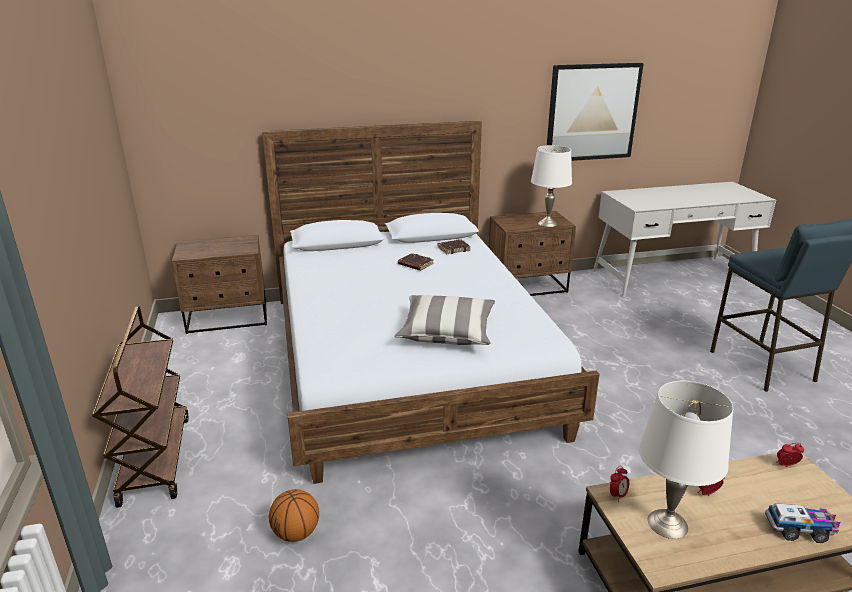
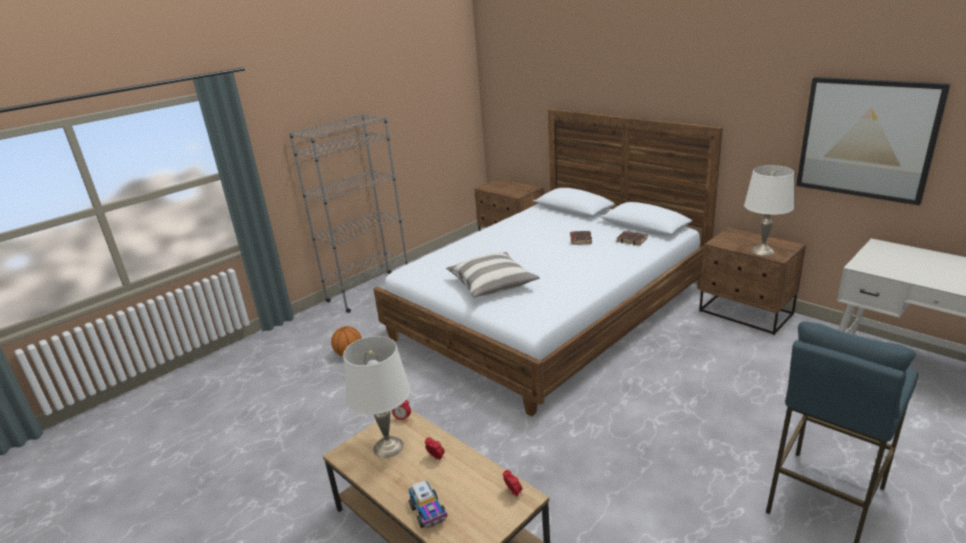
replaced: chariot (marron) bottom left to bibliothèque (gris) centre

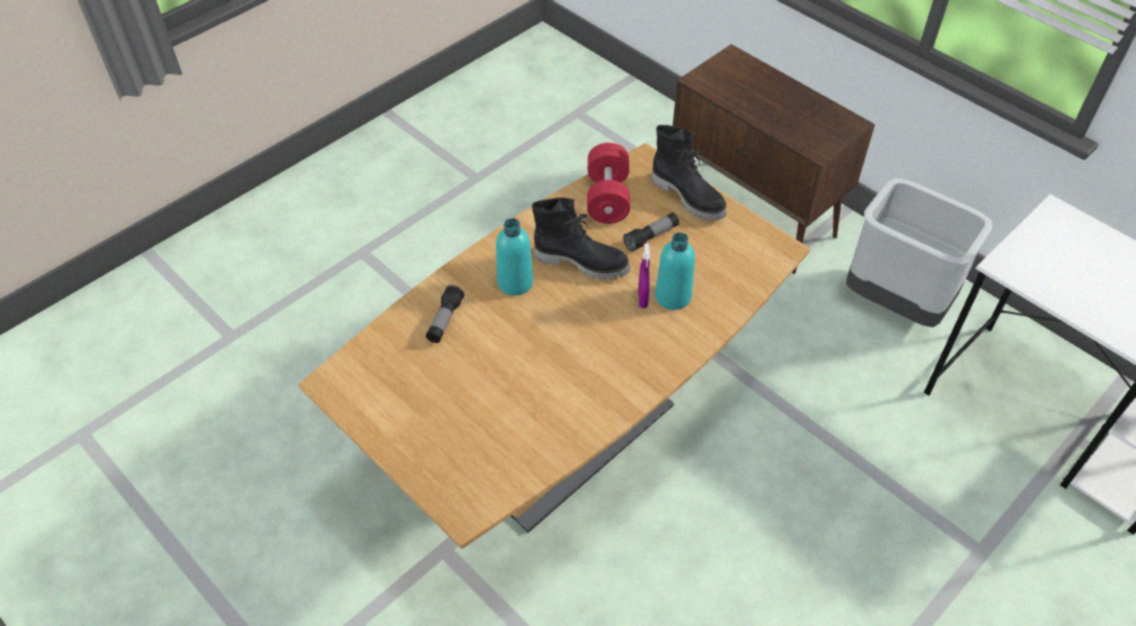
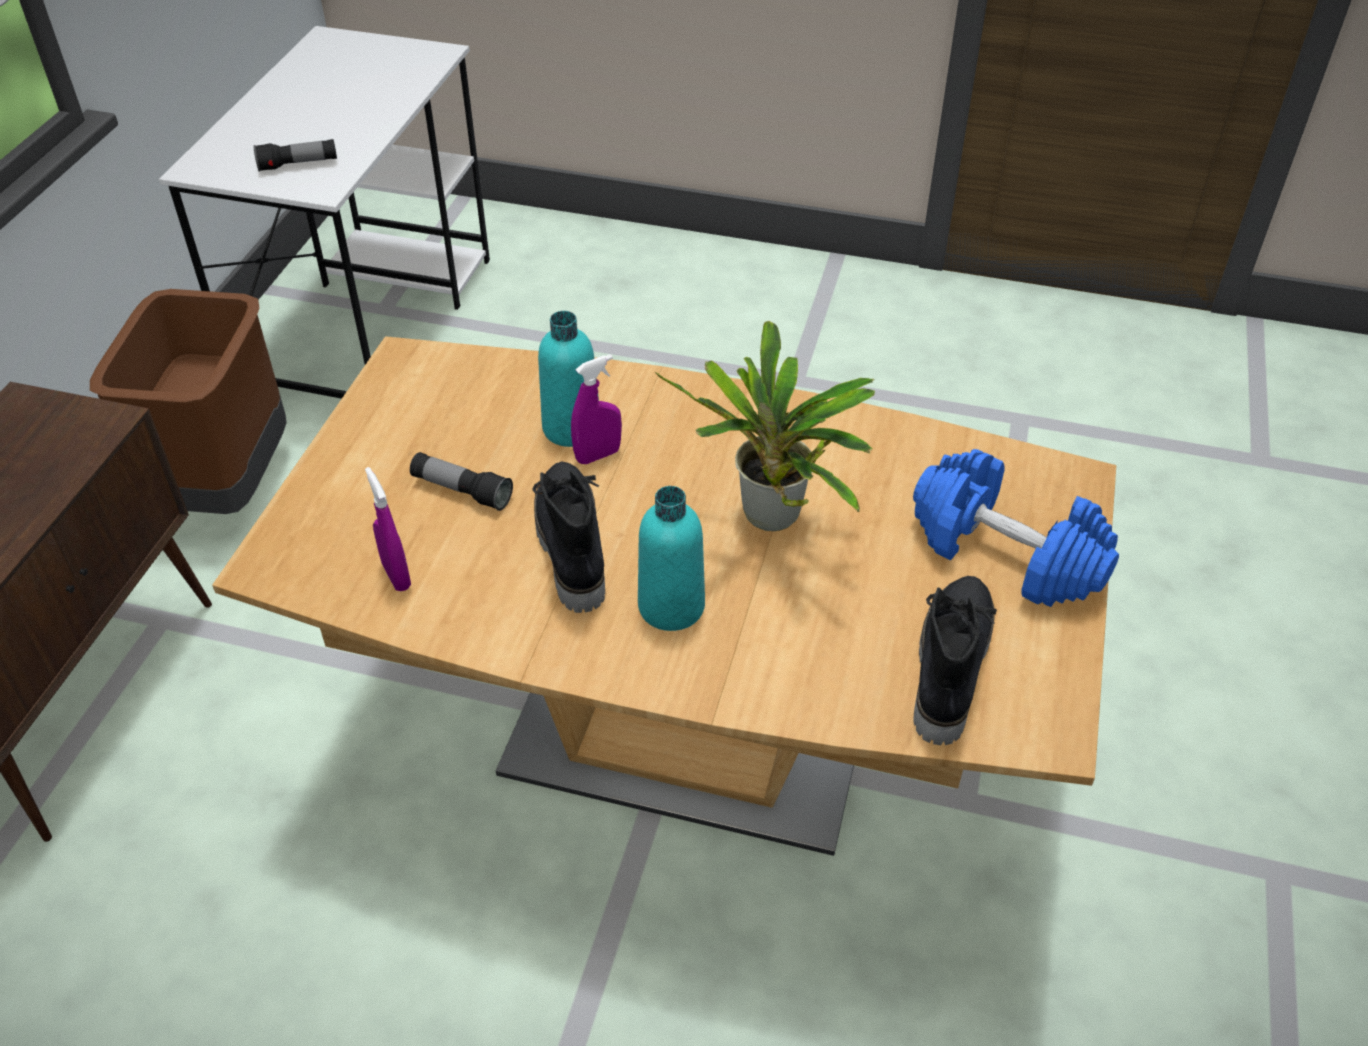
added: plante en pot centre; haltère (bleu) middle right
moved: lampe de poche (1st from left) centre to top left; botte (noir) (2nd from left) top centre to middle right
replaced: haltère (rouge) top centre to vaporisateur (violet) (1st from left) middle left
recoloured: poubelle (gris) middle right to poubelle (marron) middle left

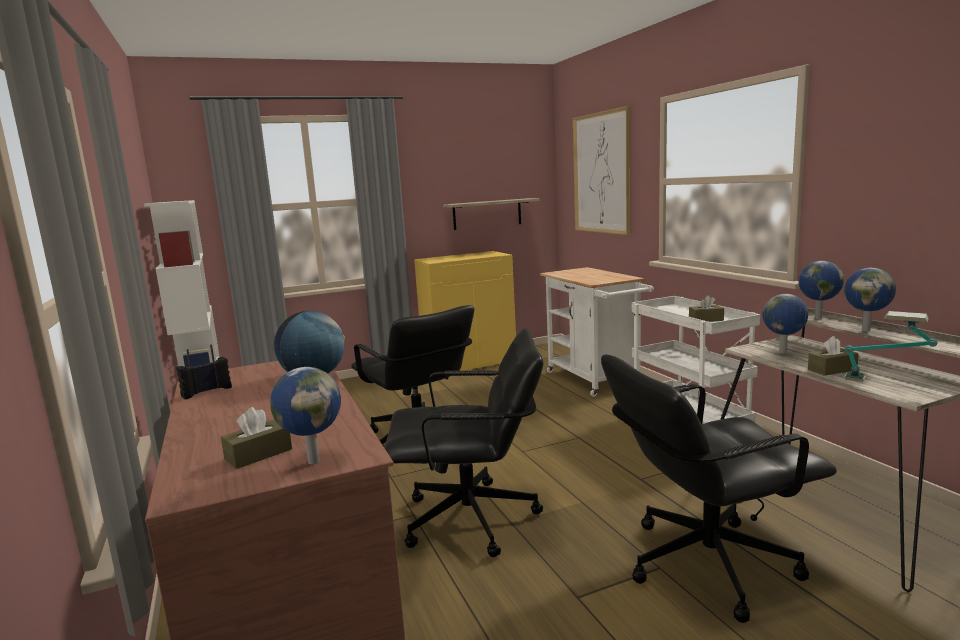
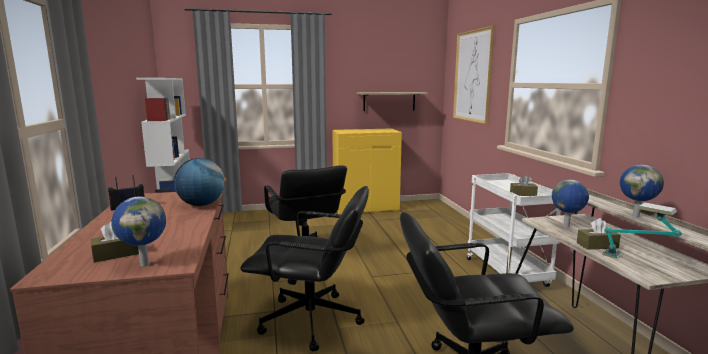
removed: chariot (blanc) (1st from left) centre; globe (4th from left) middle right

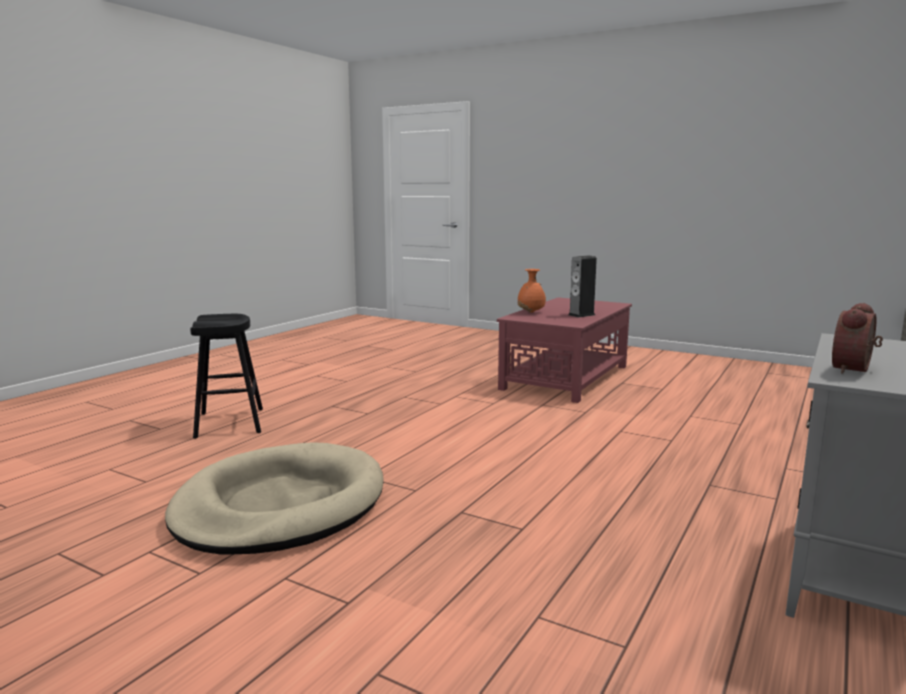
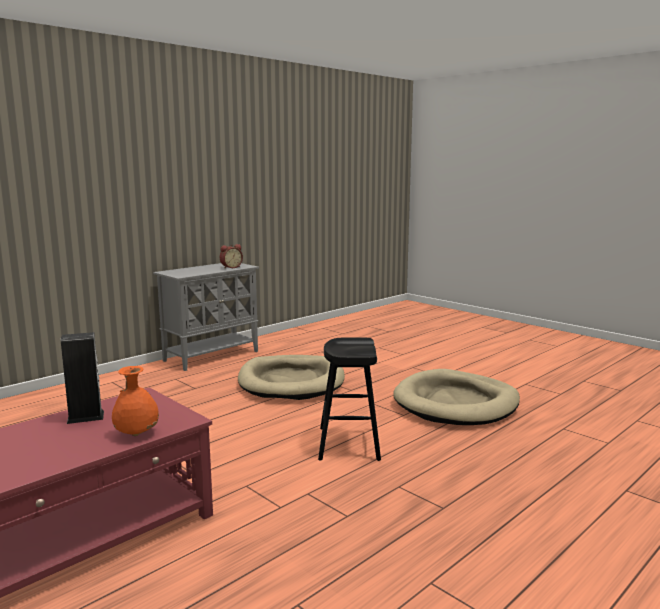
added: panier pour chien (beige) (1st from left) centre
moved: tabouret (noir) middle left to centre

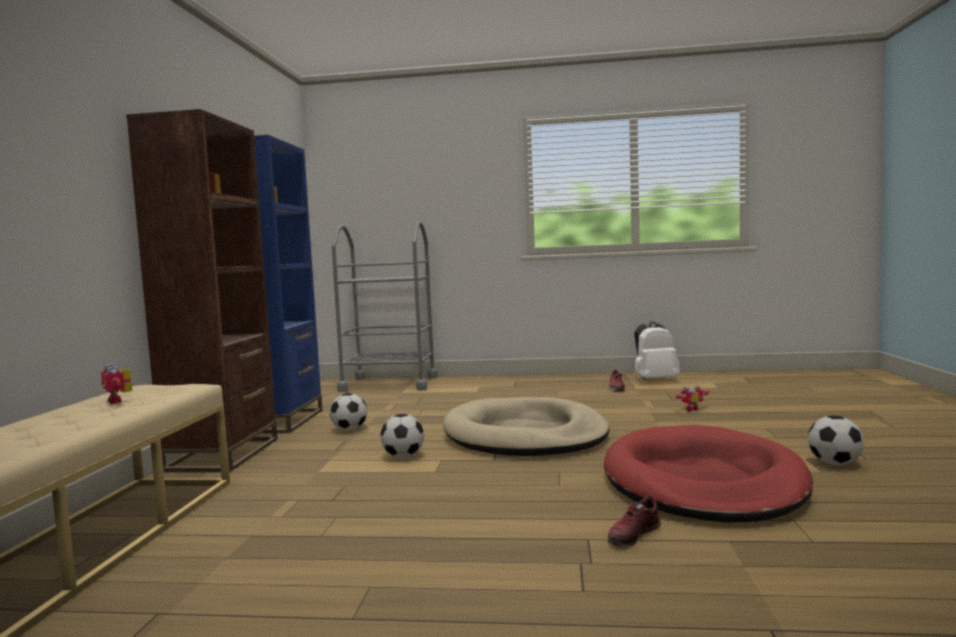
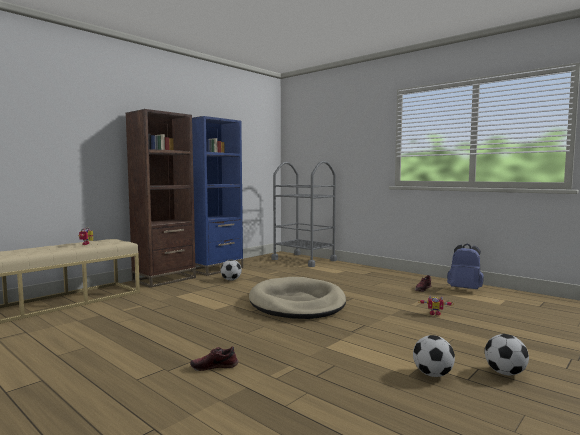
removed: panier pour chien (rouge) bottom right
moved: ballon de foot (2nd from left in the first image) bottom centre to ballon de foot (3rd from left) bottom right
recoloured: sac à dos (blanc) middle right to sac à dos (bleu) middle right

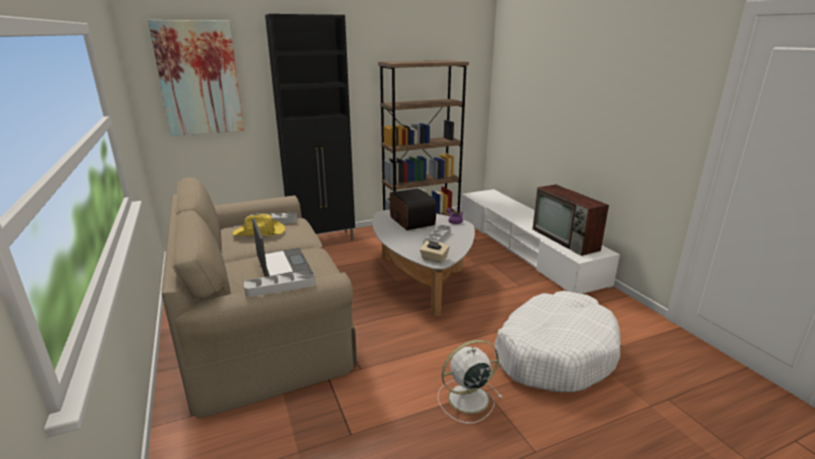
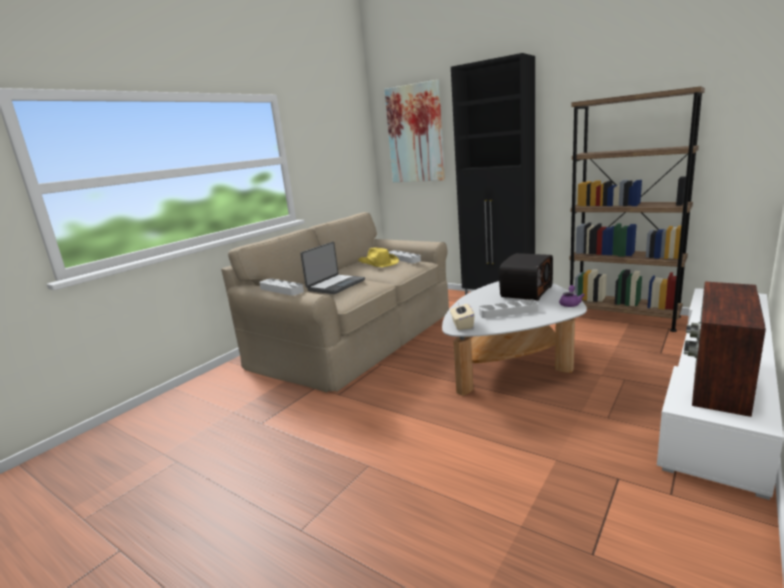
removed: ventilateur (blanc) bottom centre; panier pour chien (blanc) bottom right

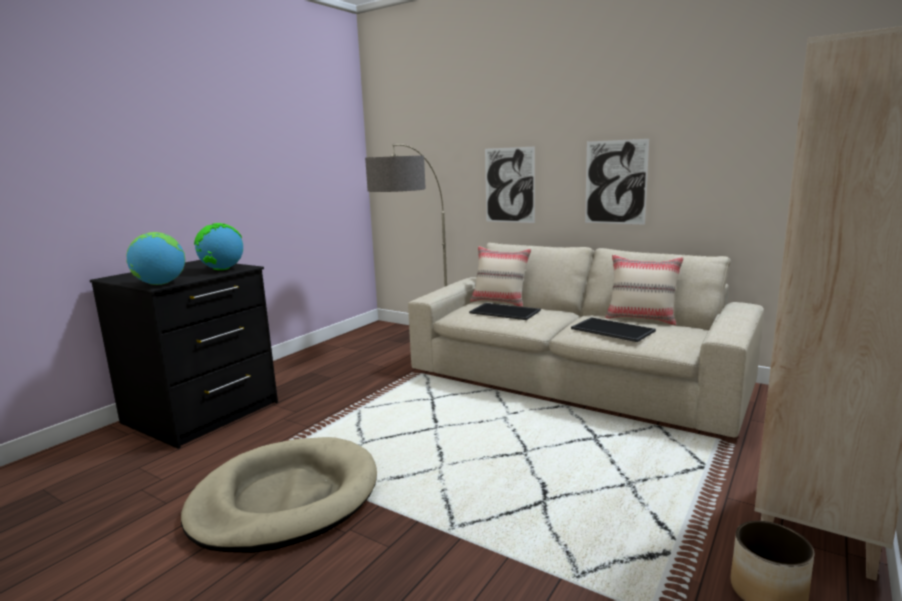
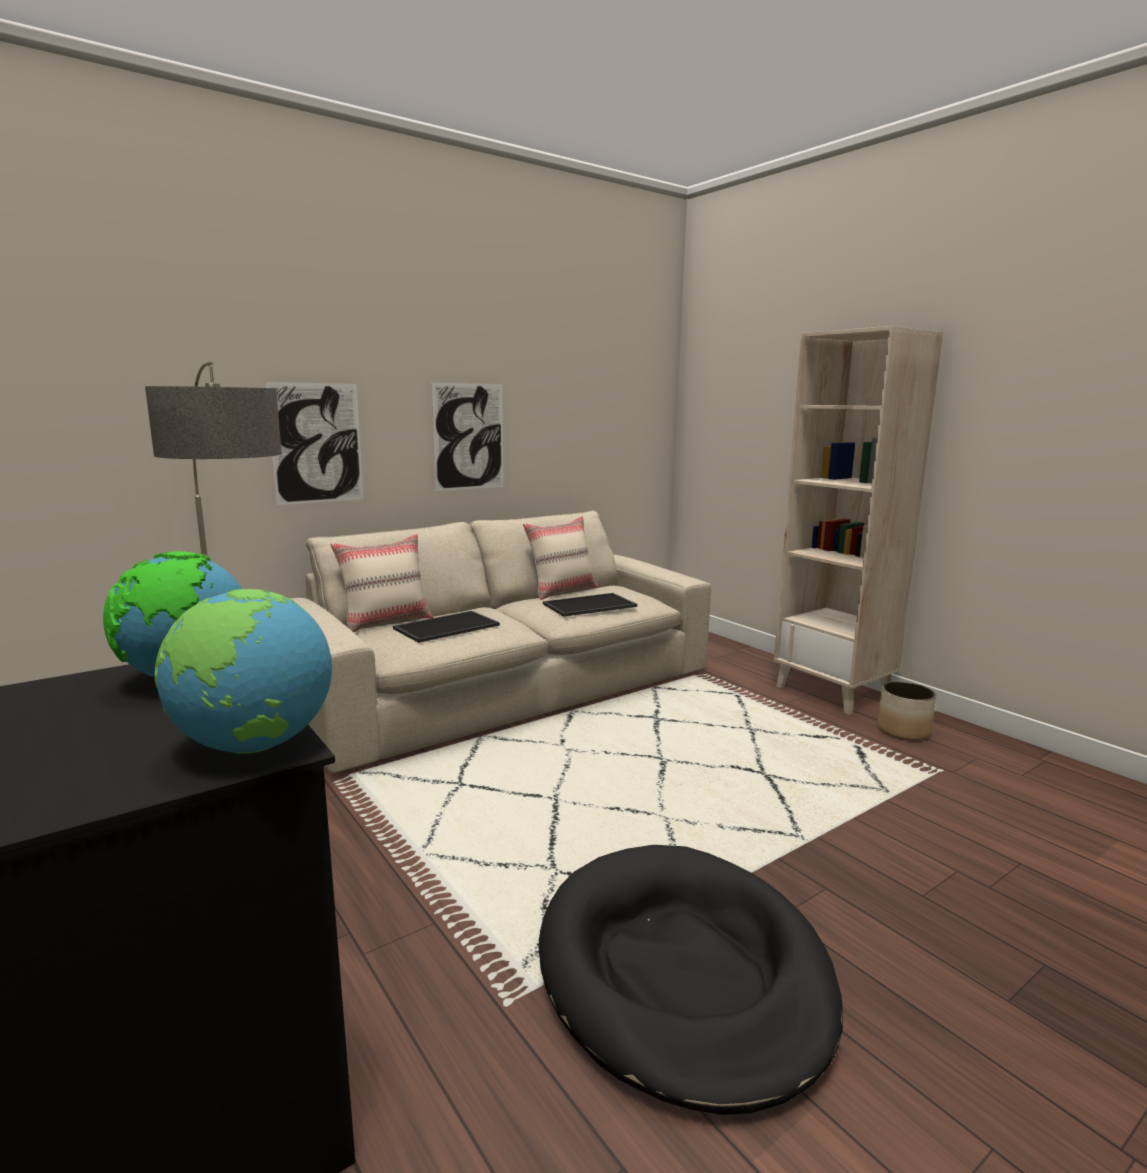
recoloured: panier pour chien (beige) bottom left to panier pour chien (noir) bottom centre

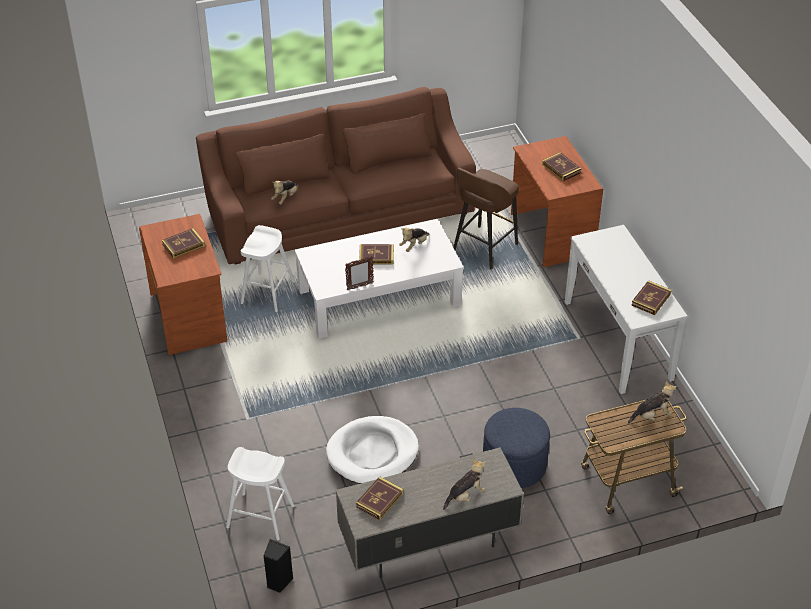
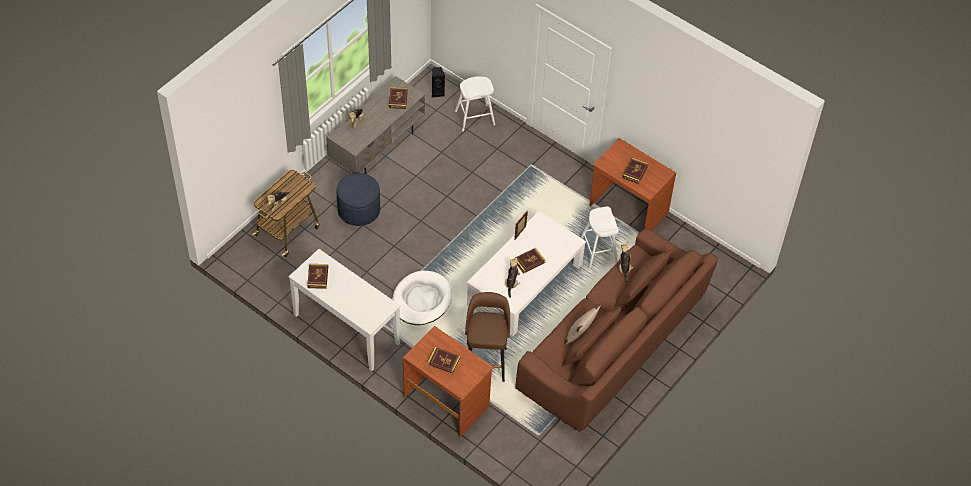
added: coussin (beige) bottom centre
moved: panier pour chien (blanc) bottom centre to centre

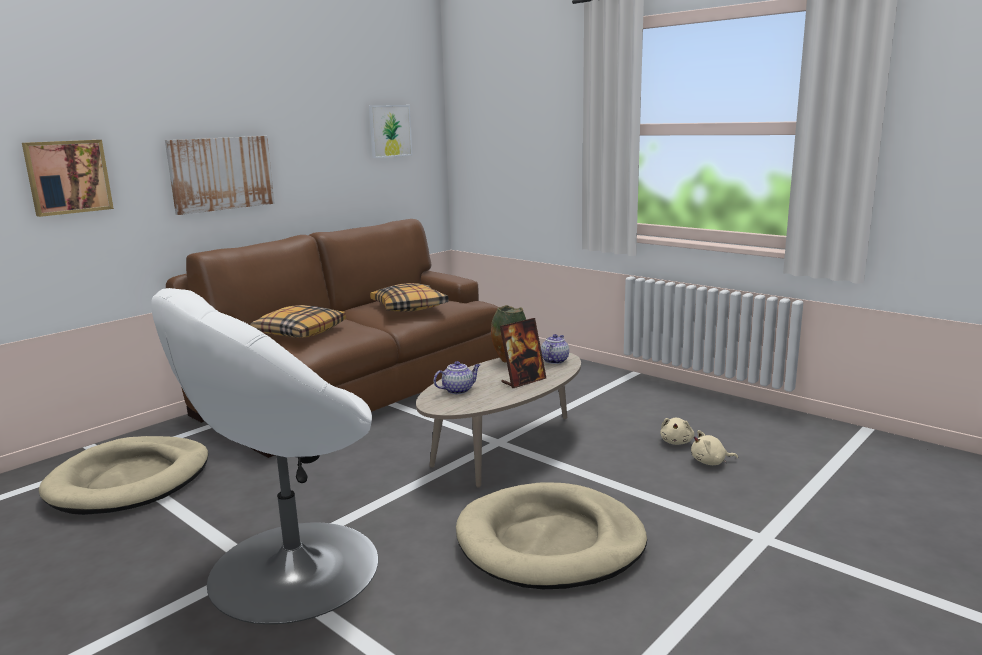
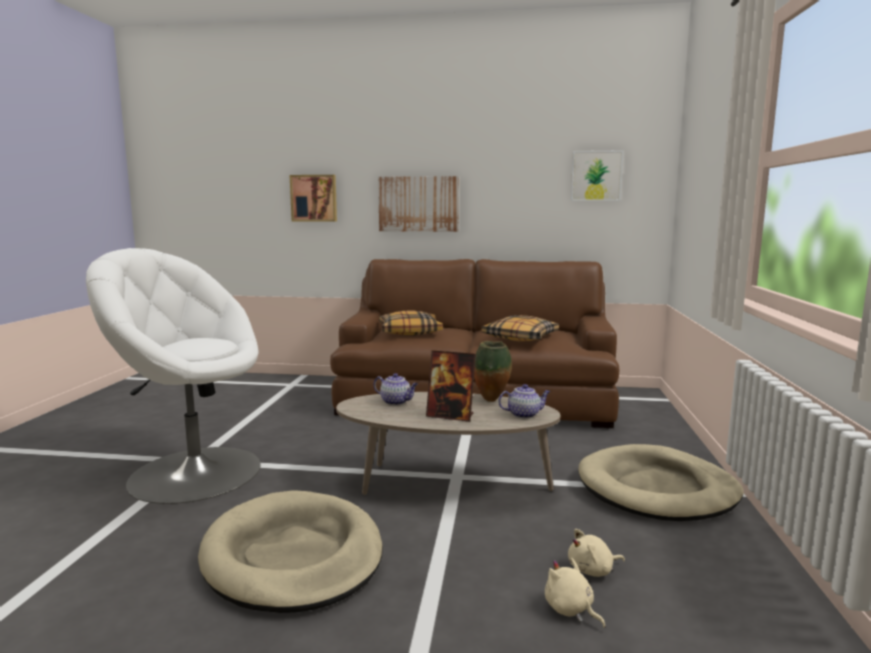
moved: panier pour chien (beige) (1st from left in the first image) bottom left to panier pour chien (beige) (2nd from left) bottom right

